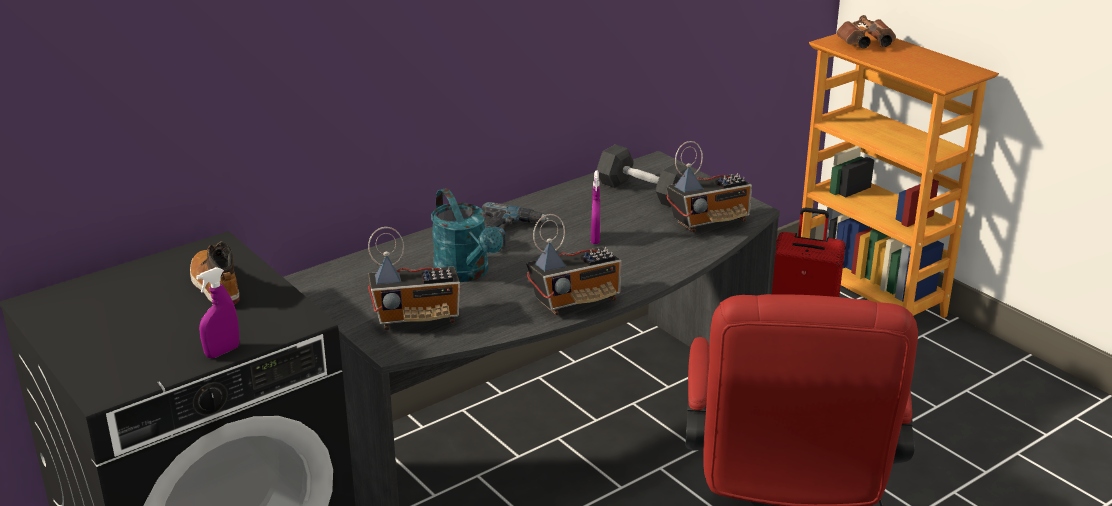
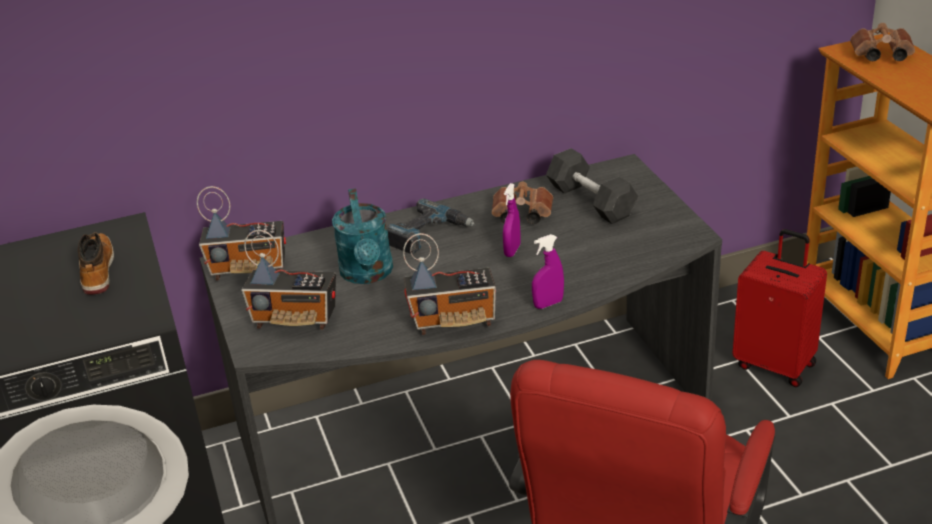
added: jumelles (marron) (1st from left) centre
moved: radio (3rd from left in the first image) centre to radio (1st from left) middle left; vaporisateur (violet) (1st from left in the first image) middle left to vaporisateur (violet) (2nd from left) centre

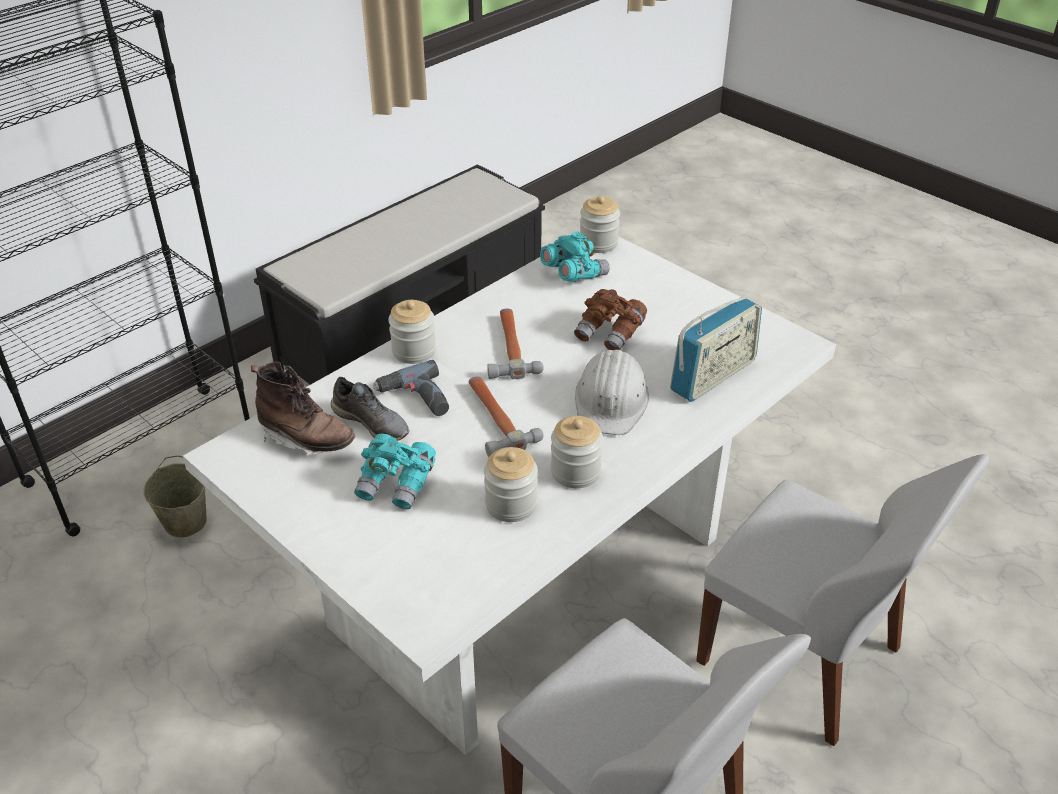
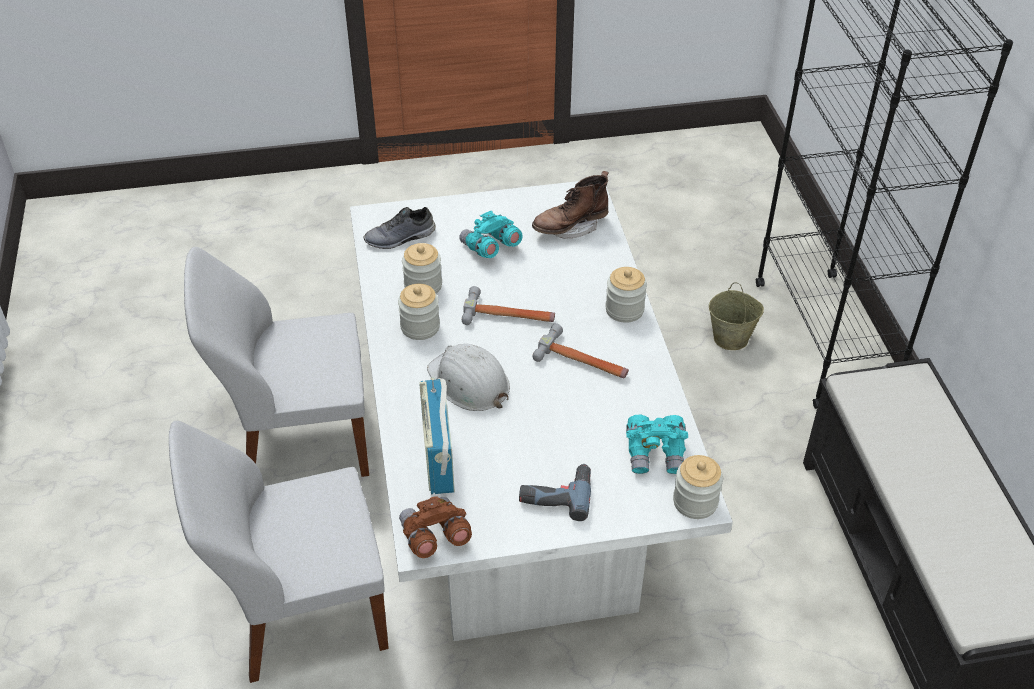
moved: chaussure (gris) centre to top centre; jumelles (marron) centre to bottom centre; perceuse centre to bottom centre

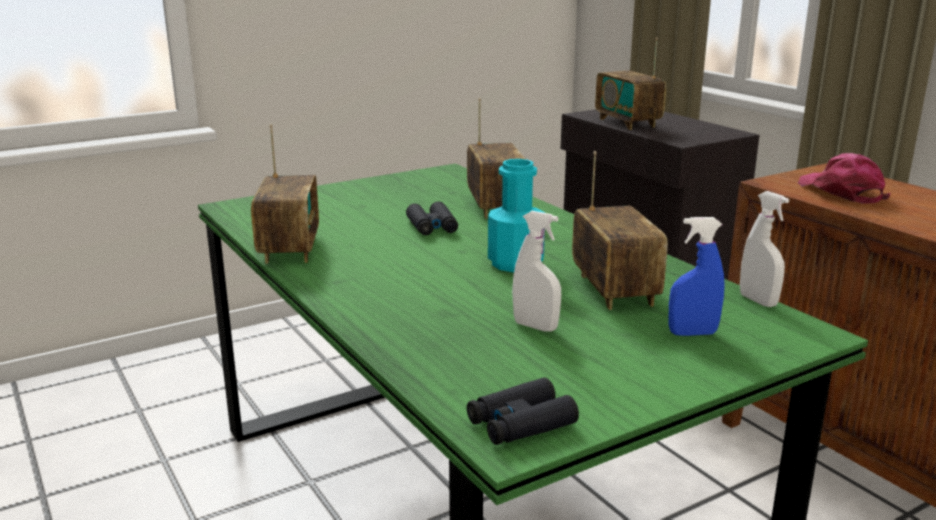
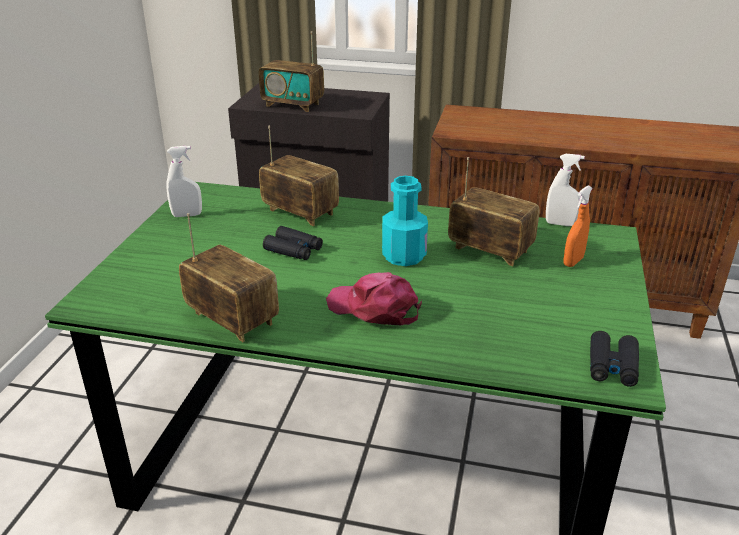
moved: vaporisateur (blanc) (1st from left) centre to middle left; casquette (rose) middle right to centre
recoloured: vaporisateur (bleu) middle right to vaporisateur (orange) middle right

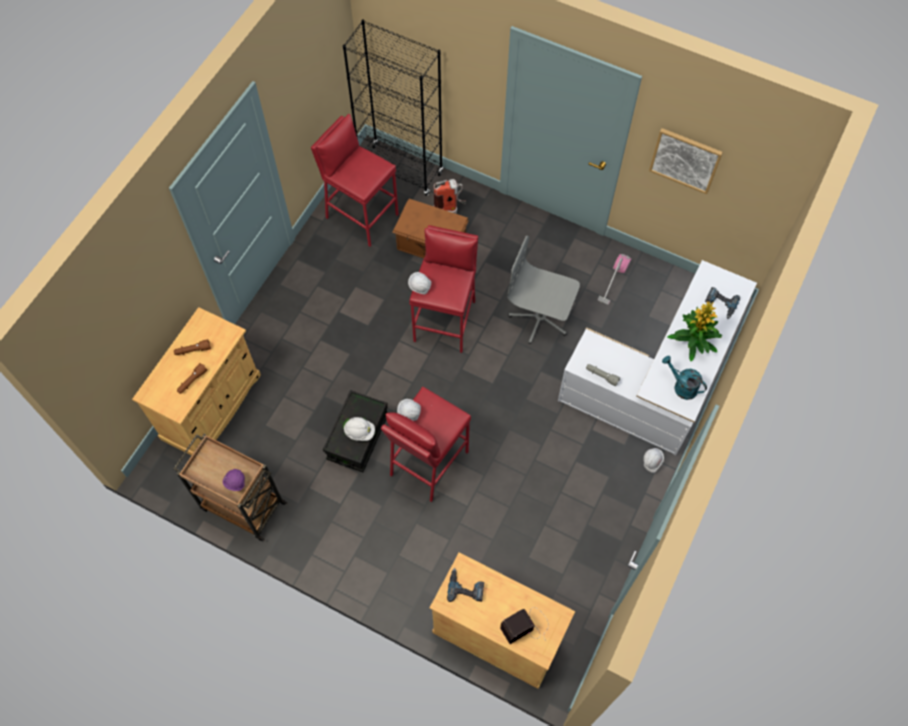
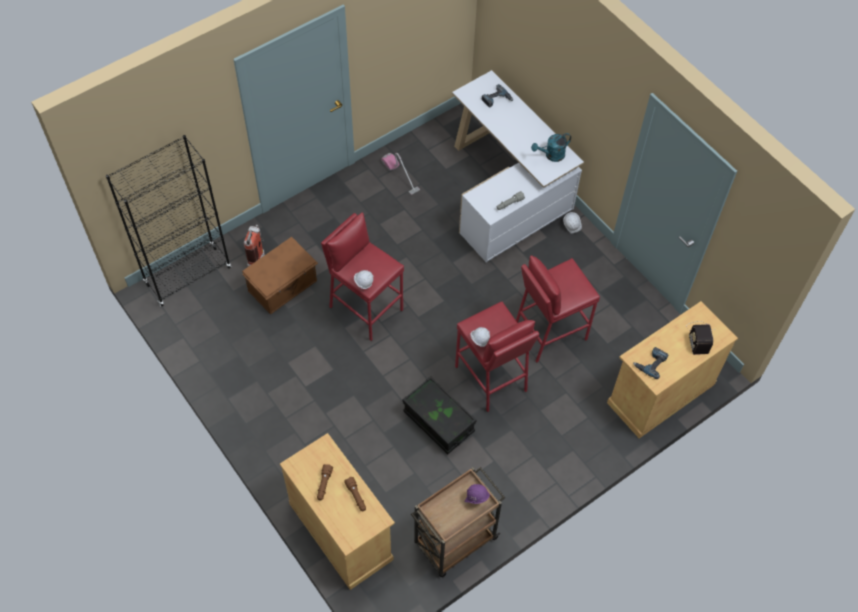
removed: casque de chantier (blanc) (1st from left) centre; chaise de bureau (gris) centre; tableau top right; plante en pot middle right
moved: tabouret (rouge) (1st from left in the first image) top centre to tabouret (rouge) (3rd from left) centre

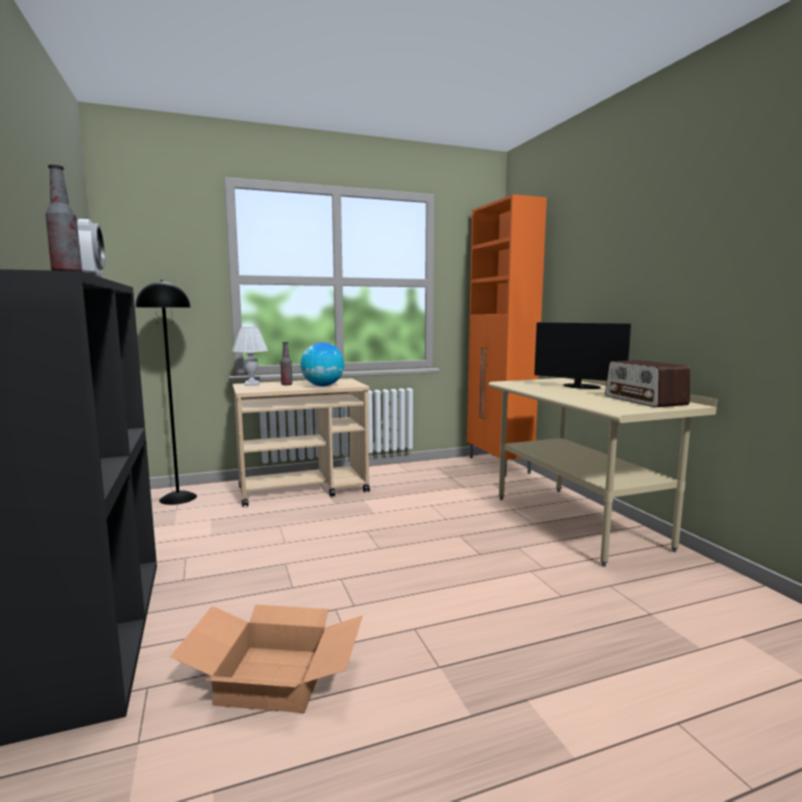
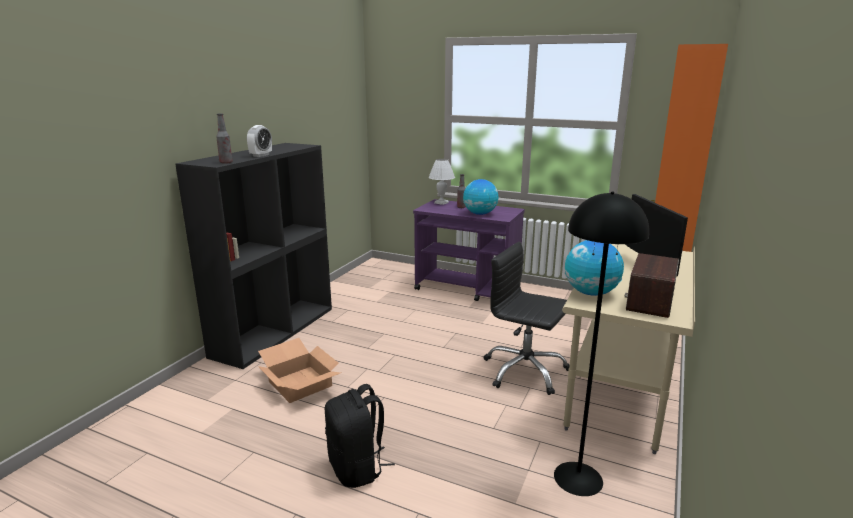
added: sac à dos (noir) bottom centre; chaise de bureau (noir) centre; globe (2nd from left) middle right
moved: lampadaire (noir) middle left to middle right
recoloured: chariot (beige) centre to chariot (violet) centre

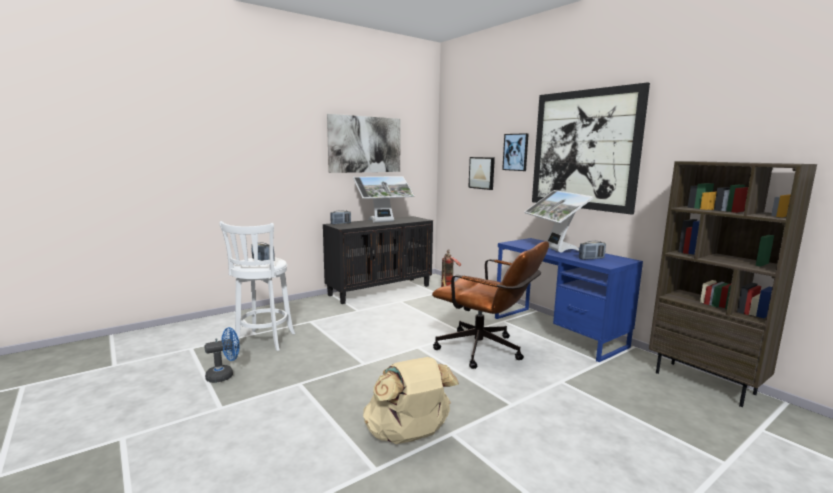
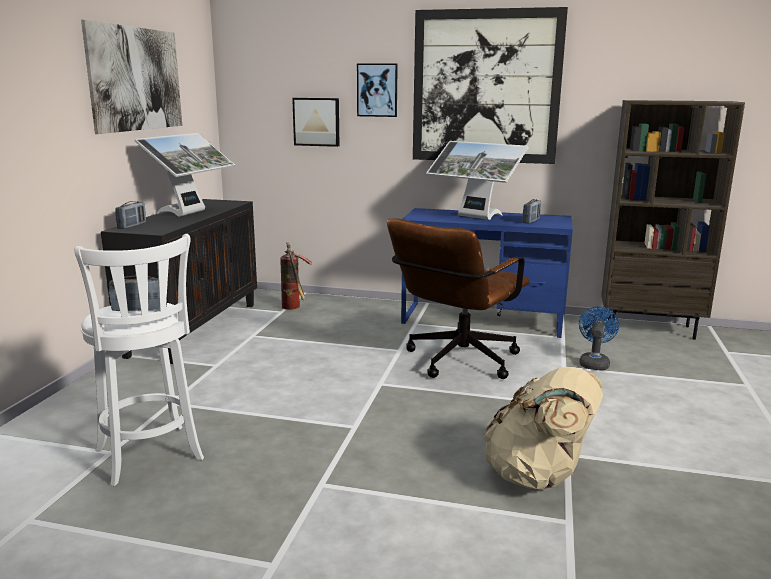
moved: ventilateur (bleu) bottom left to middle right
turned: chaise de bureau (marron) centre = centre 135 degrees clockwise

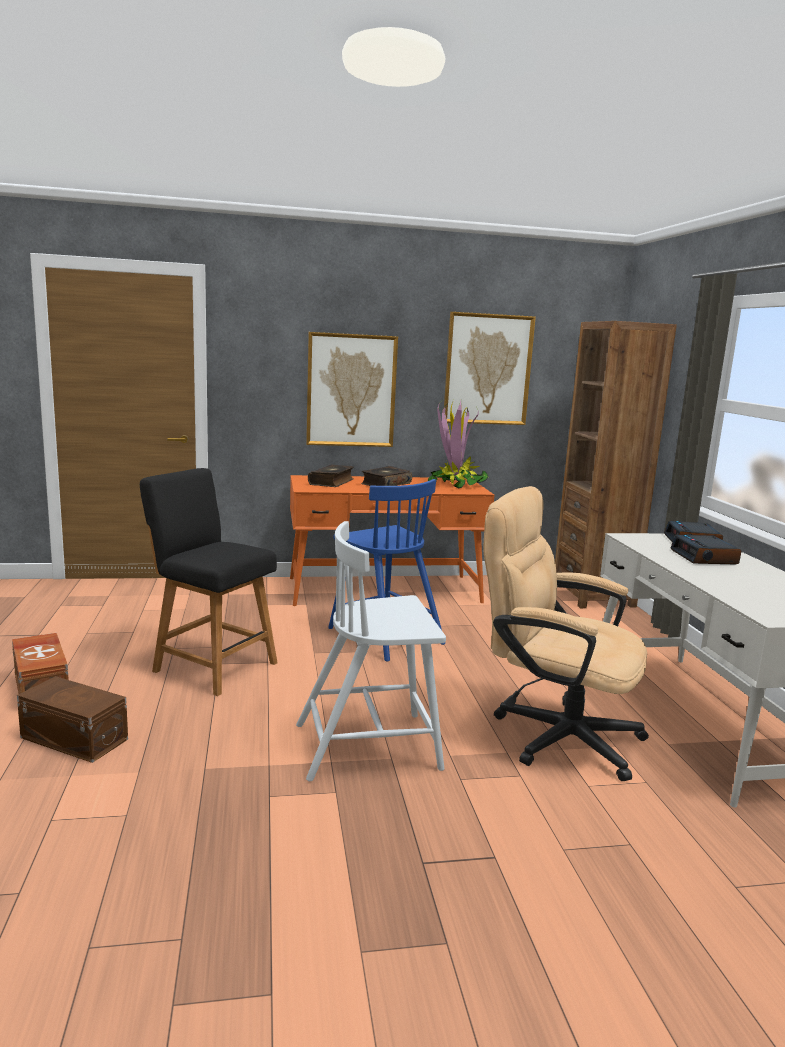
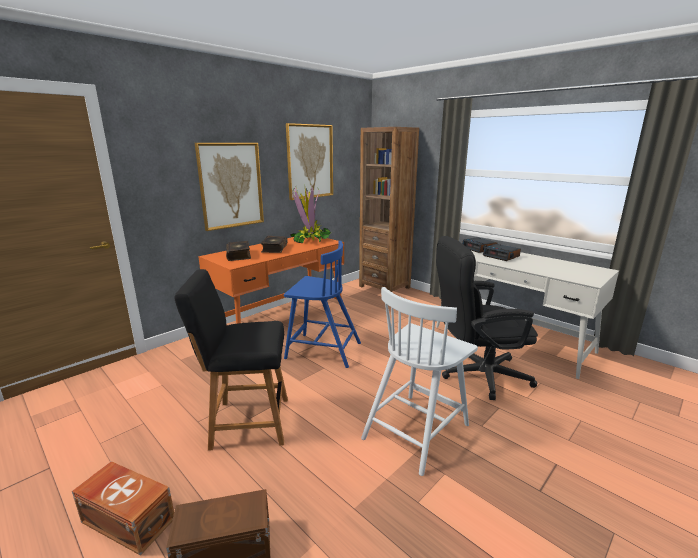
recoloured: chaise de bureau (beige) middle right to chaise de bureau (noir) middle right

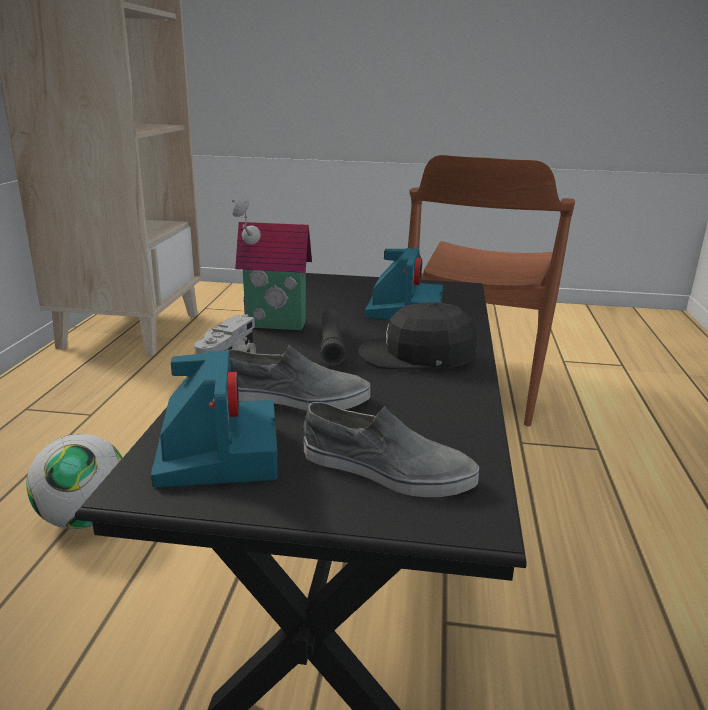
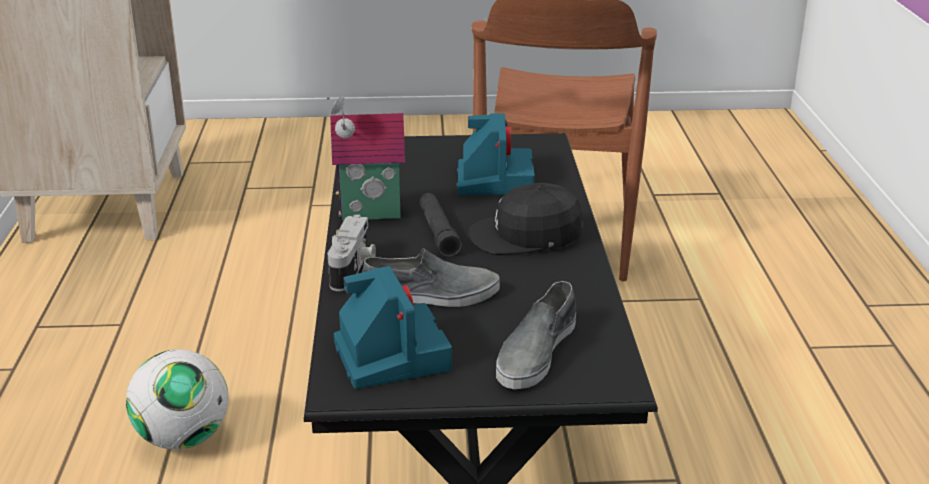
turned: chaussure (gris) (2nd from left) centre = bottom centre 105 degrees clockwise

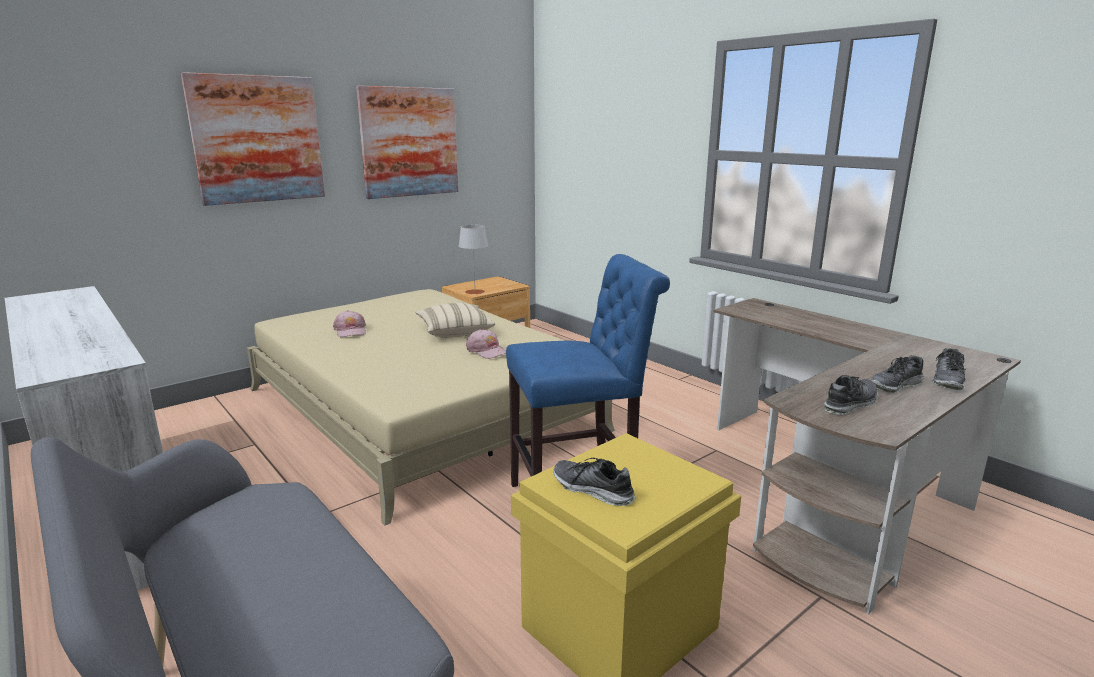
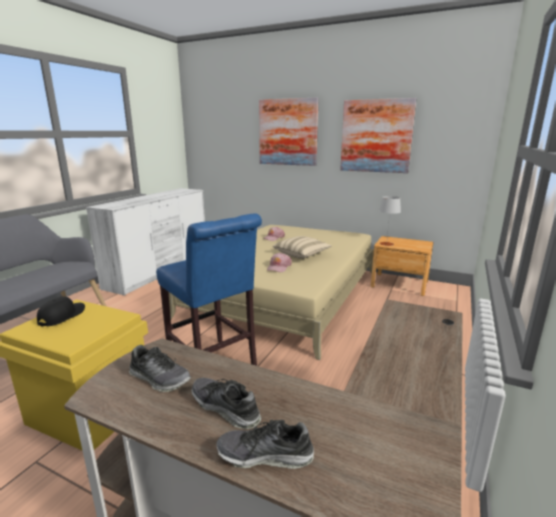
replaced: chaussure (1st from left) bottom centre to casquette (noir) middle left

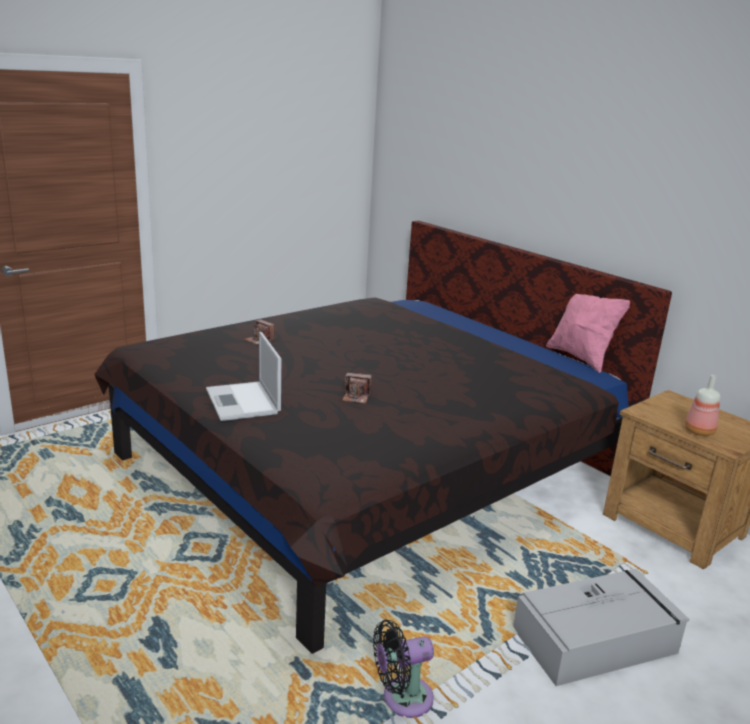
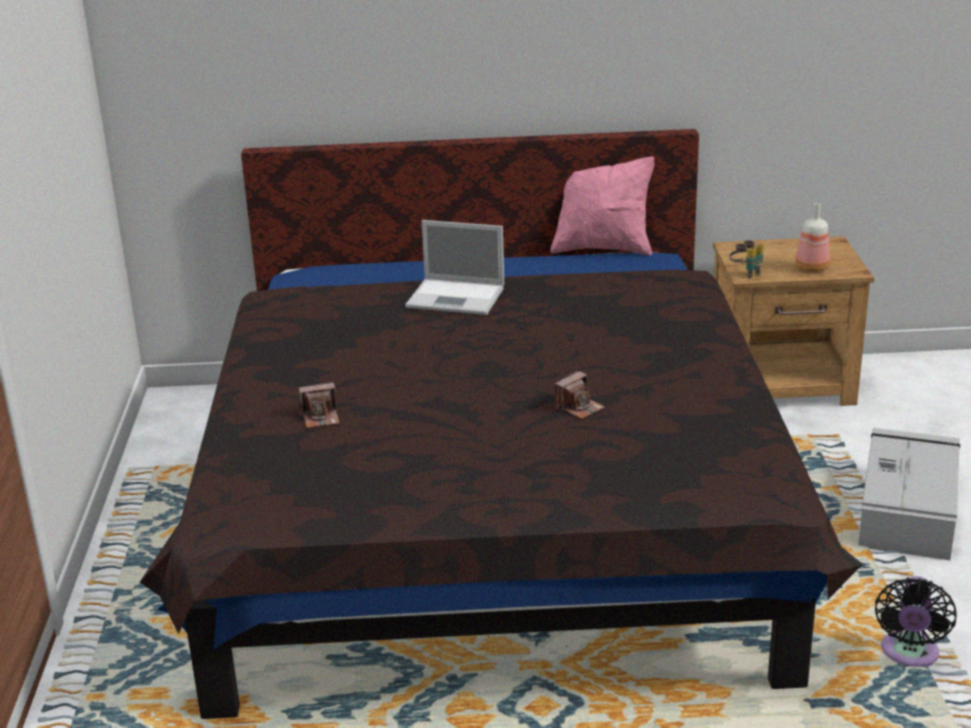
added: jumelles middle right
moved: ordinateur portable middle left to centre

